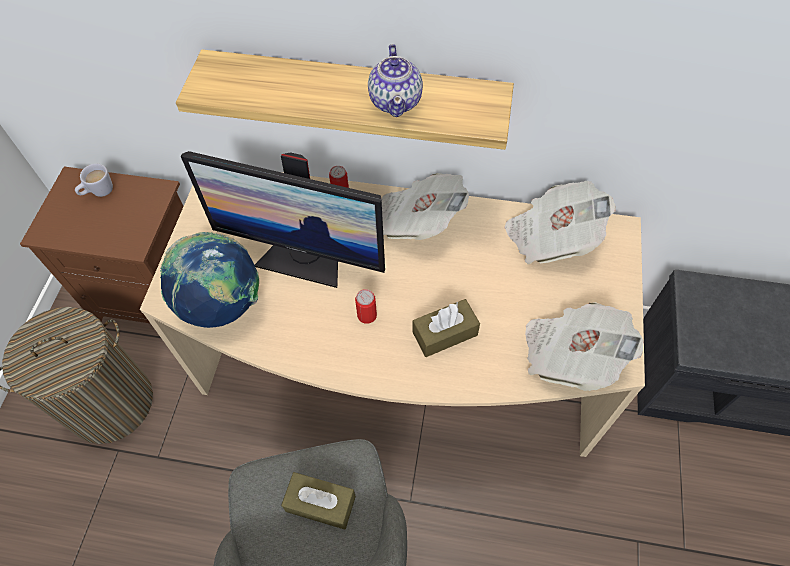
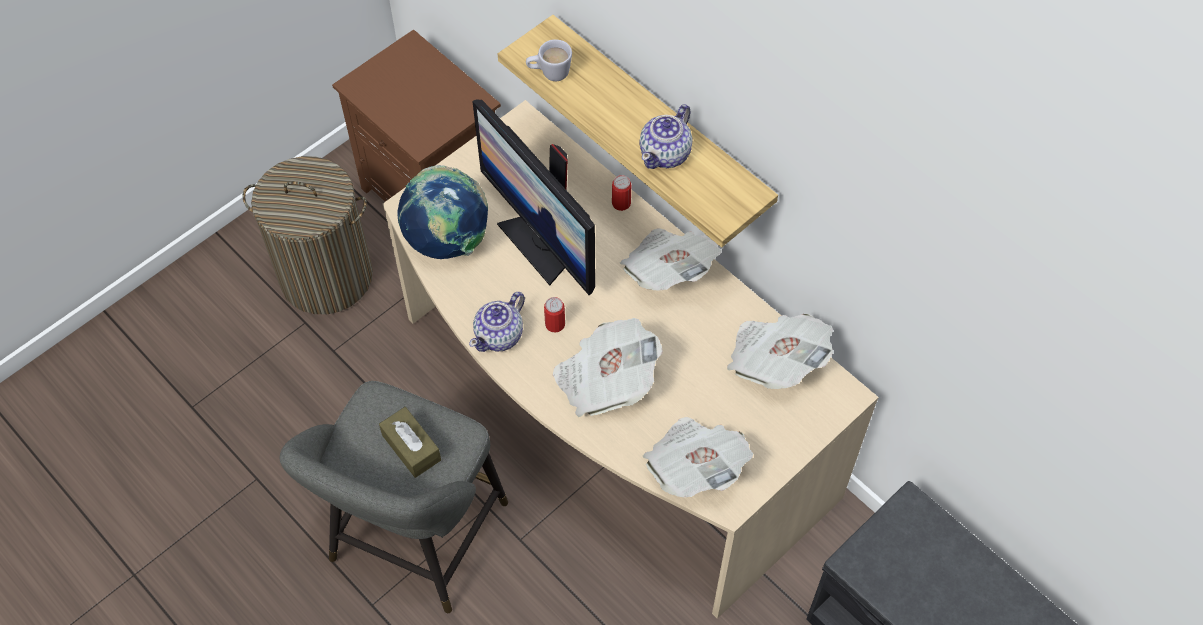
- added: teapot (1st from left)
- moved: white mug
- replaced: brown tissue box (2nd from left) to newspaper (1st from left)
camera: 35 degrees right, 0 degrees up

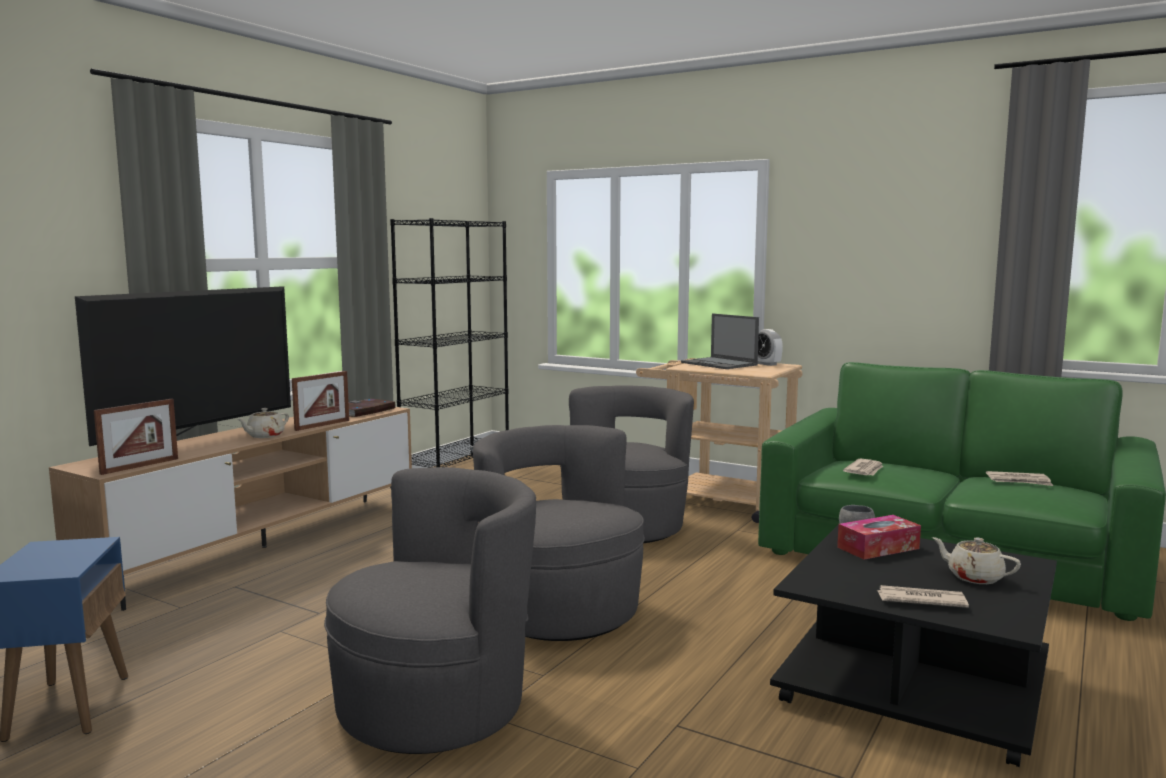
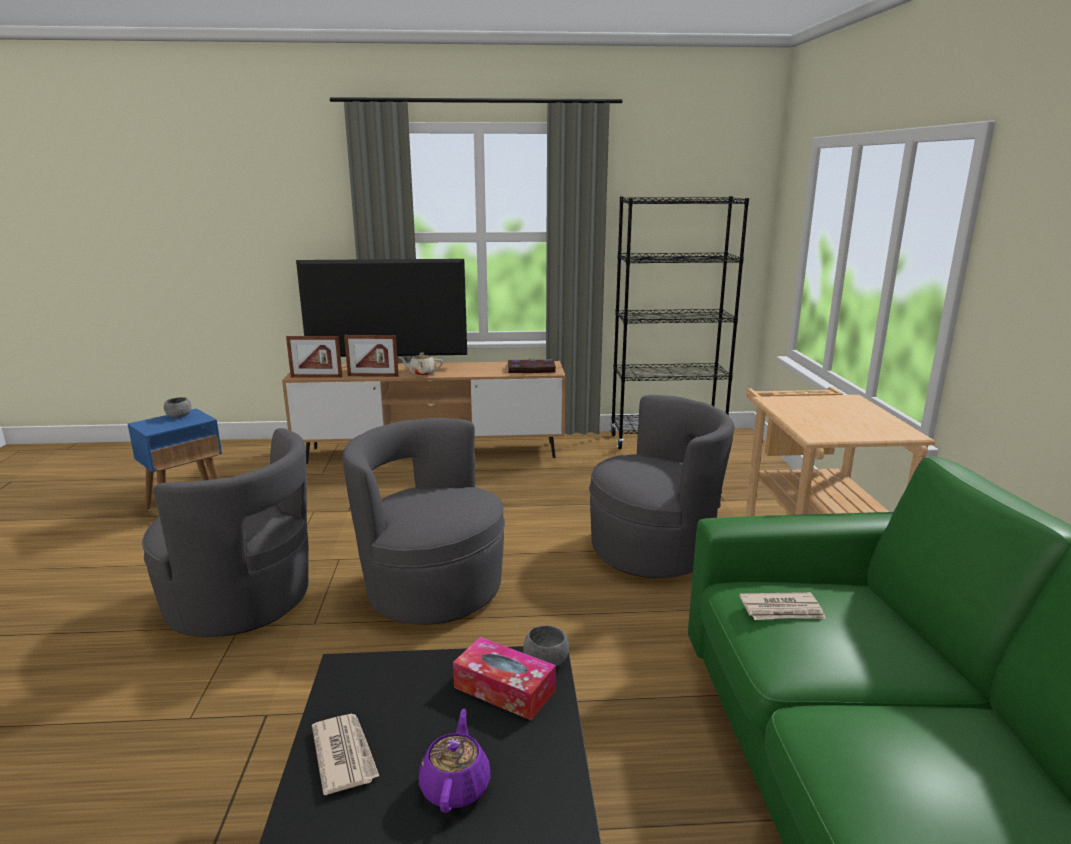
- added: grey bowl (1st from left)
- turned: grey armchair (2nd from left) 75 degrees counterclockwise
- moved: picture frame (2nd from left)
- recoloured: beige teapot (2nd from left) to purple teapot
- removed: laptop
- removed: alarm clock
- removed: newspaper (3rd from left)
camera: 55 degrees right, 10 degrees up

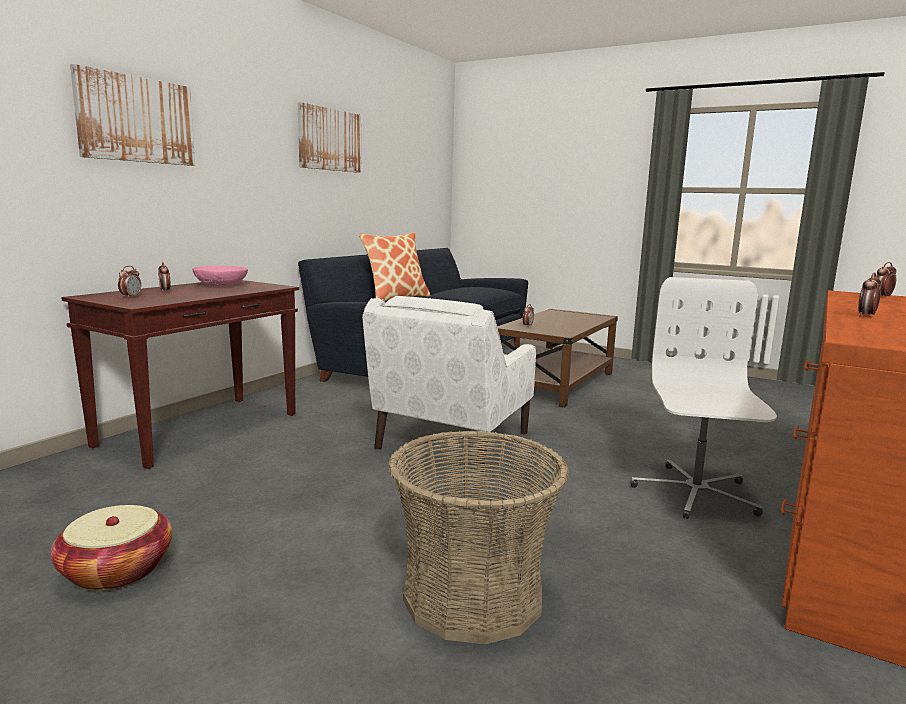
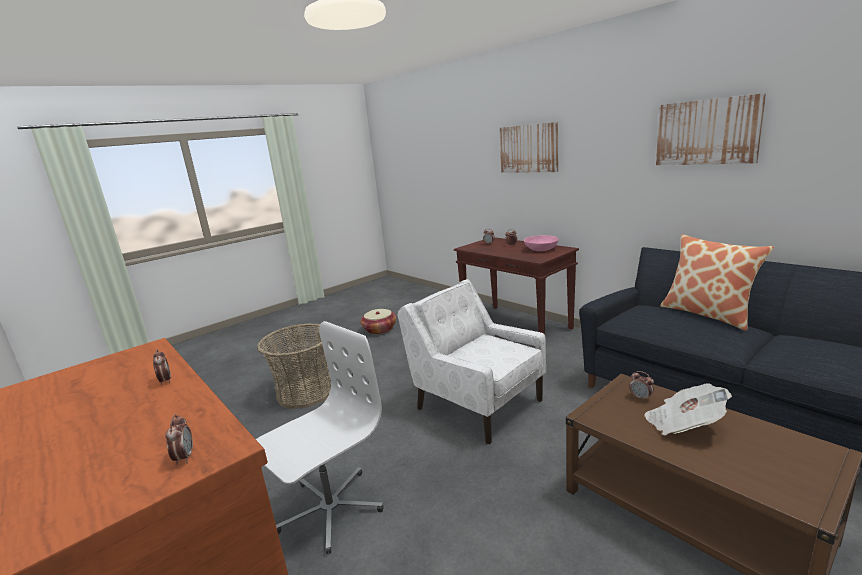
- turned: white office chair 75 degrees counterclockwise
- added: newspaper
camera: 110 degrees right, 5 degrees up

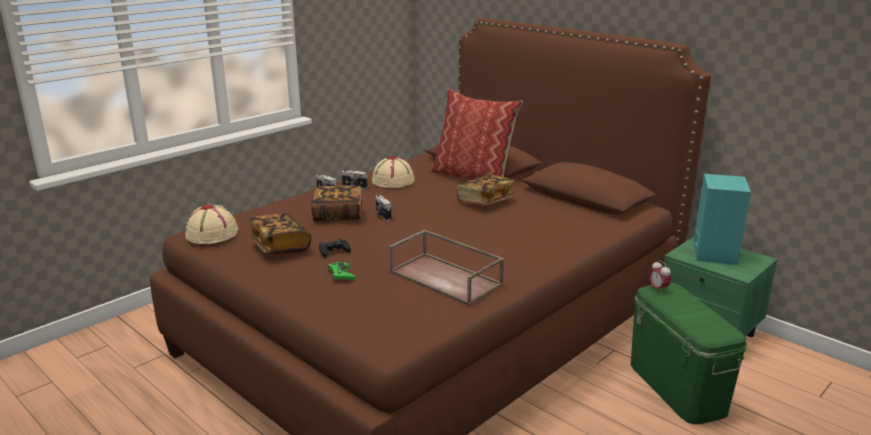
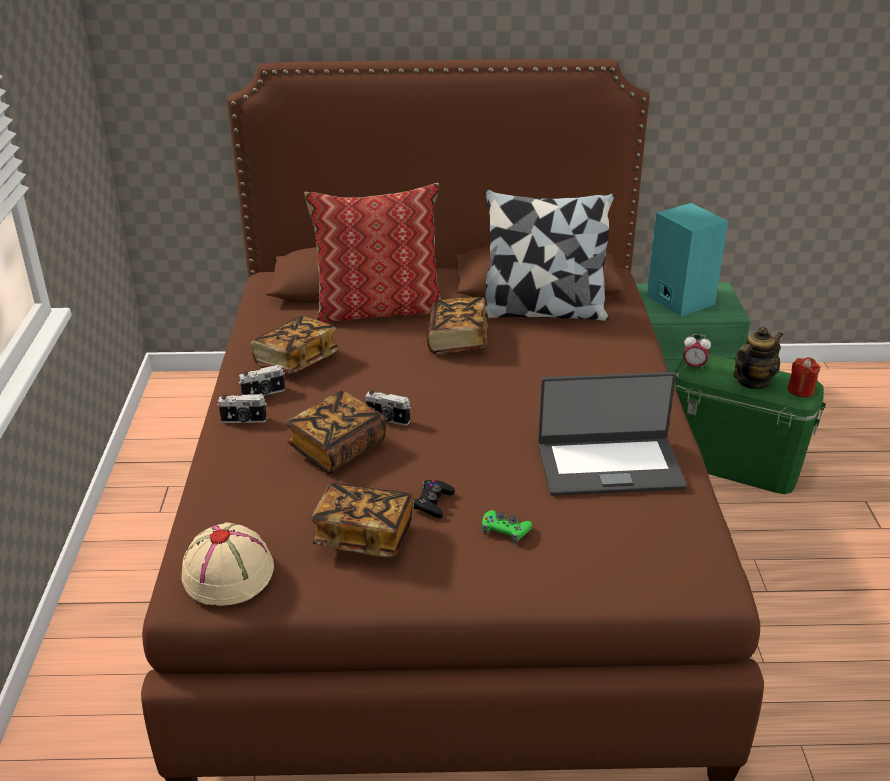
- replaced: beige hat (2nd from left) to book (1st from left)
- added: pillow (2nd from left)
- replaced: brown tray to laptop
- added: teapot
- added: red candle
camera: 45 degrees left, 10 degrees up

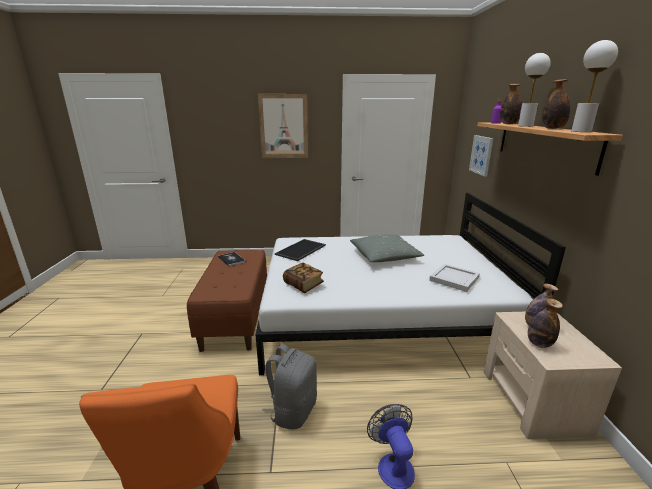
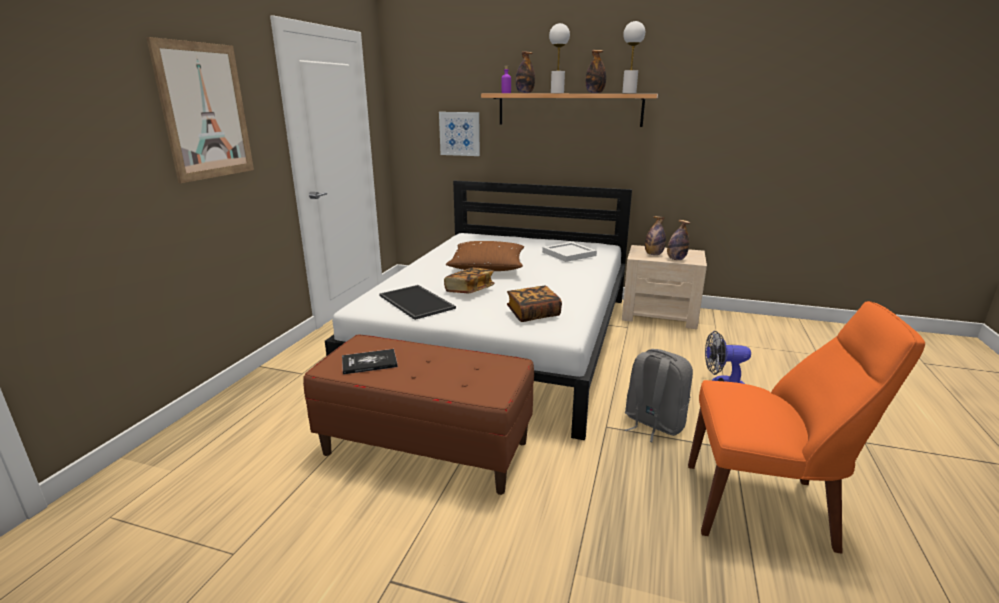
- added: book (2nd from left)
- recoloured: grey pillow to brown pillow
camera: 70 degrees left, 0 degrees up

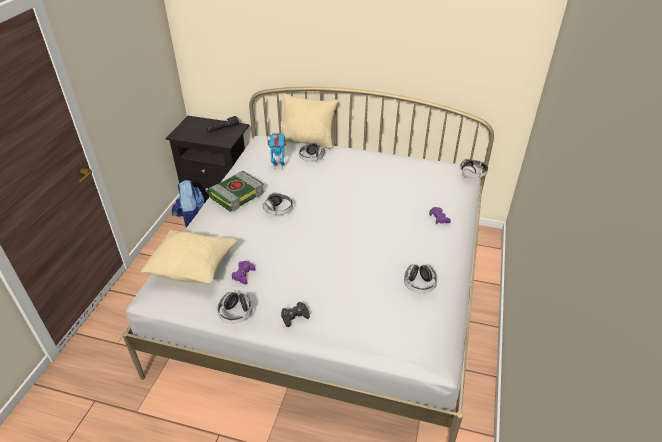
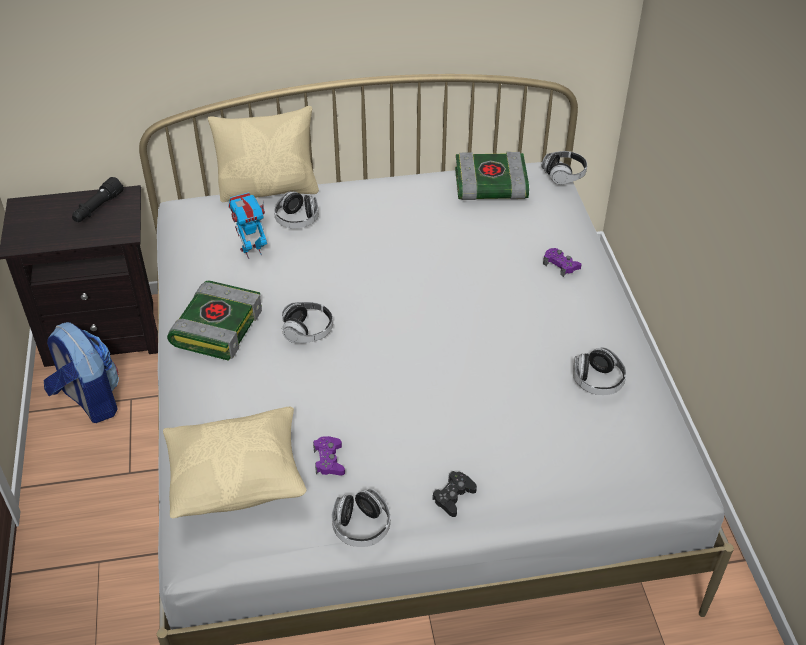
- added: book (2nd from left)
camera: 25 degrees left, 5 degrees up

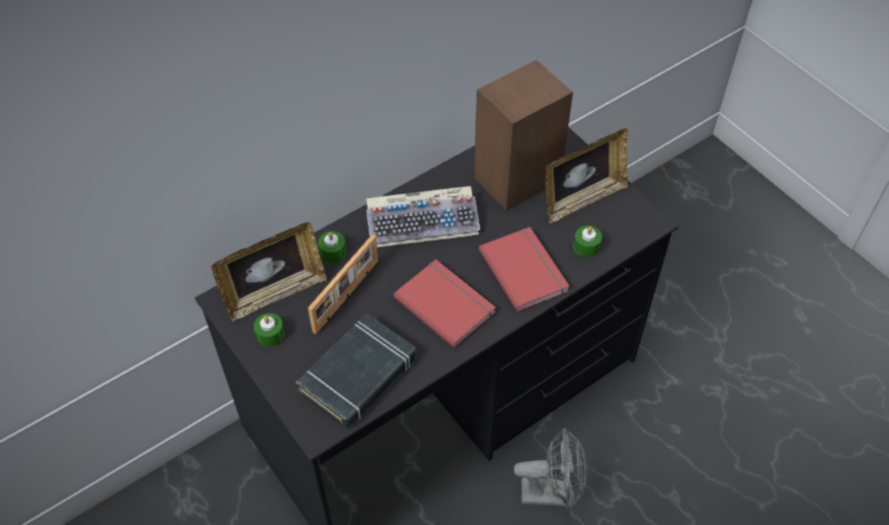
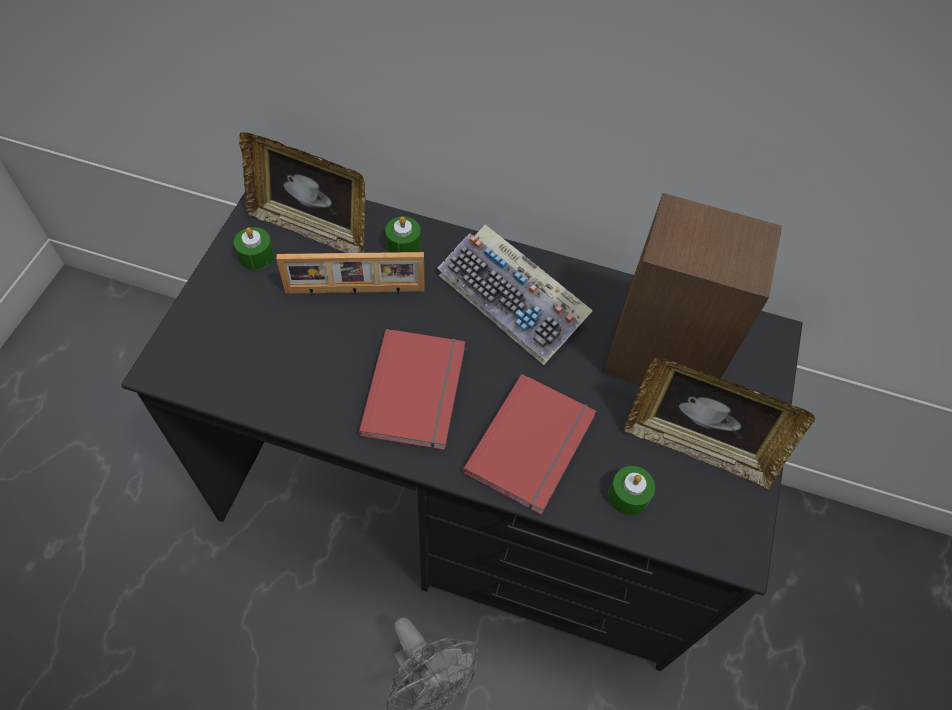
- removed: black book
camera: 50 degrees right, 5 degrees up

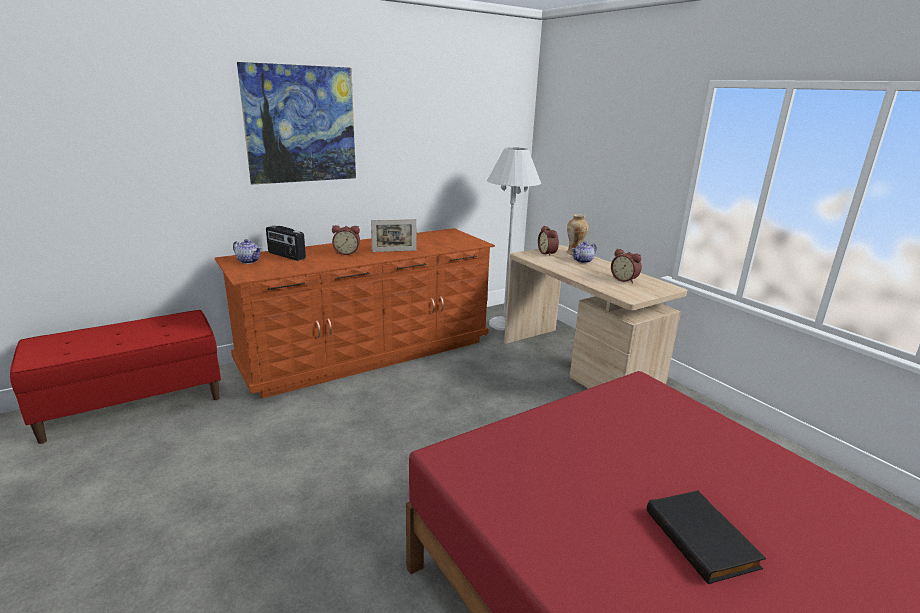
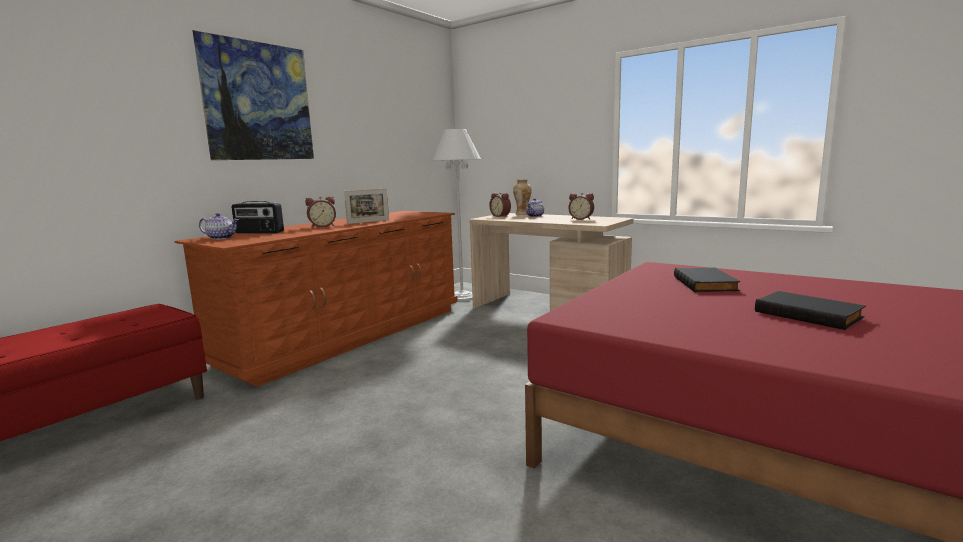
- added: black book (1st from left)
camera: 20 degrees left, 10 degrees down

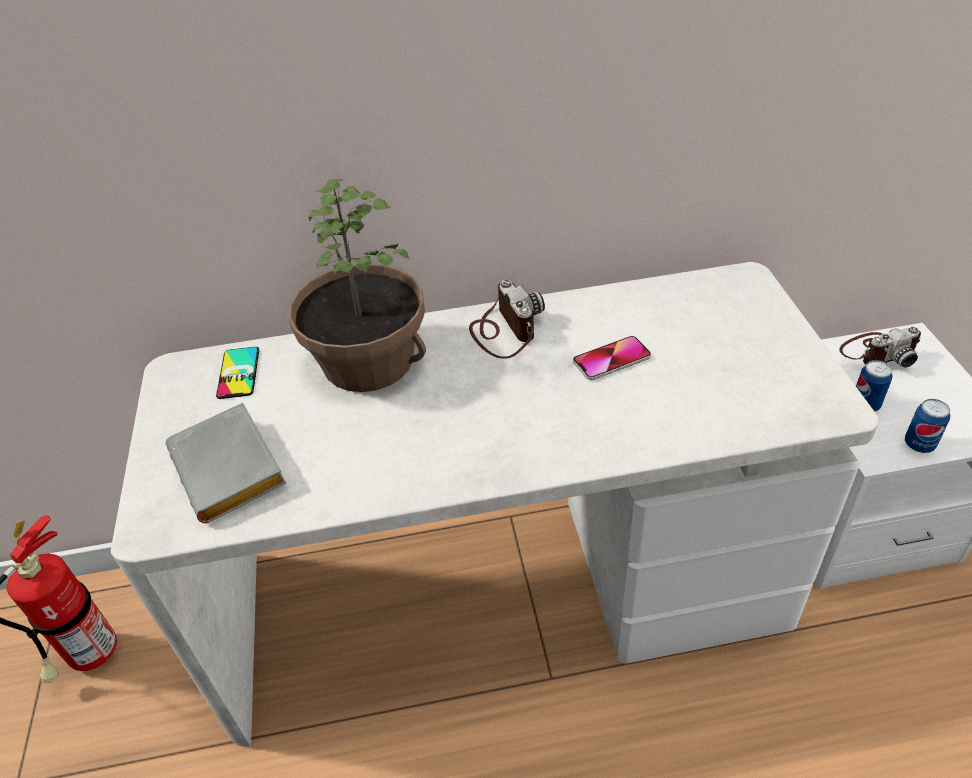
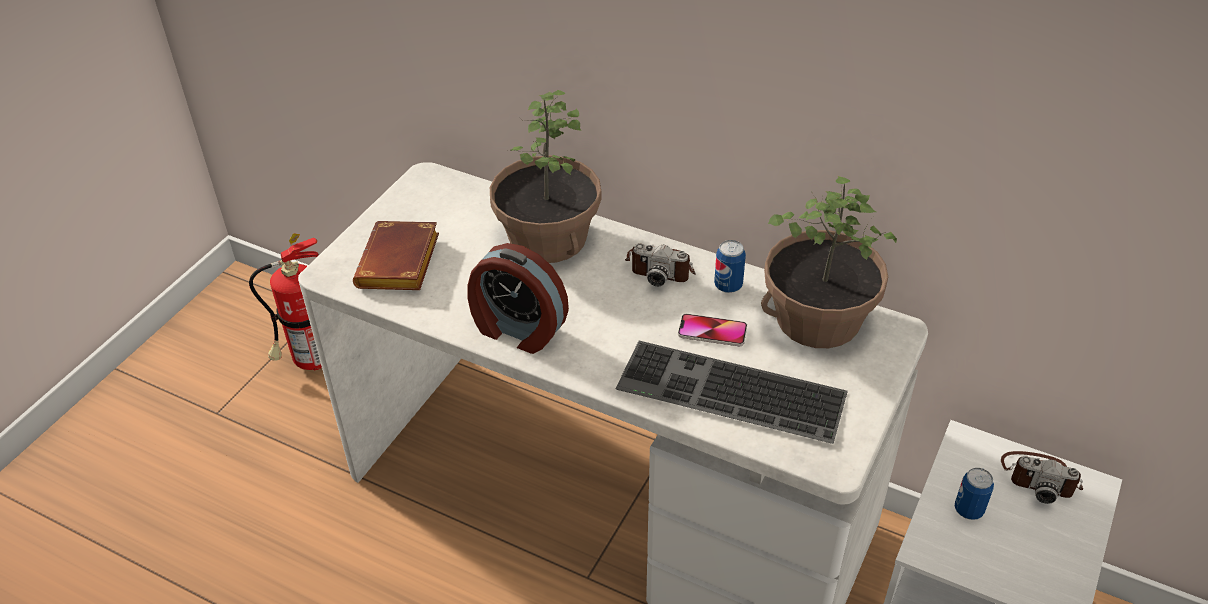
- recoloured: grey book to brown book
- added: alarm clock
- added: keyboard
- turned: photo camera (1st from left) 90 degrees clockwise
- moved: can (2nd from left in the first image) to can (1st from left)
- added: potted plant (2nd from left)
- removed: phone (1st from left)
camera: 35 degrees right, 0 degrees up

